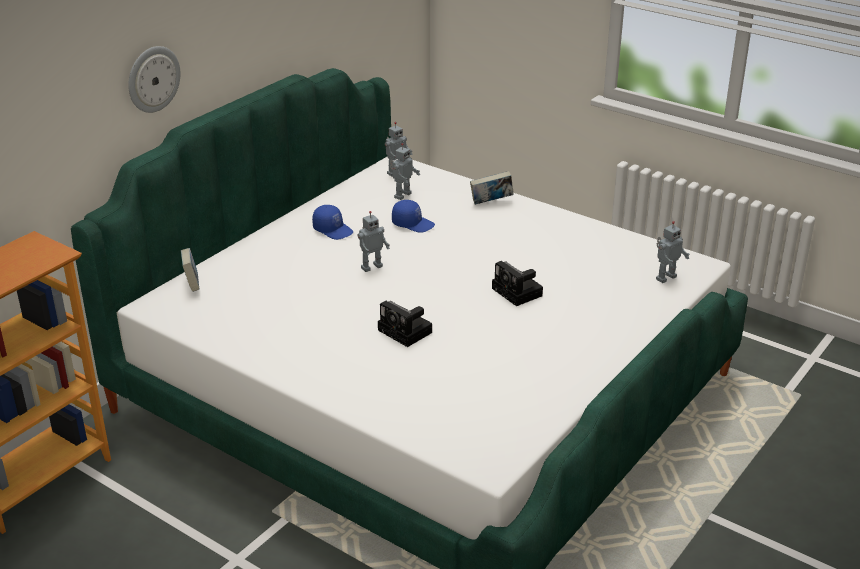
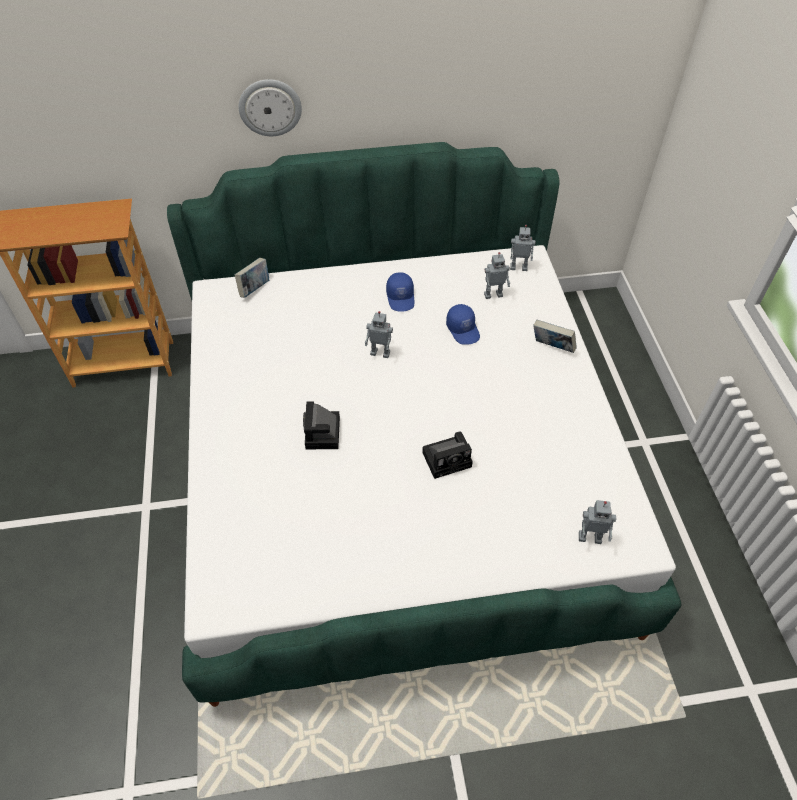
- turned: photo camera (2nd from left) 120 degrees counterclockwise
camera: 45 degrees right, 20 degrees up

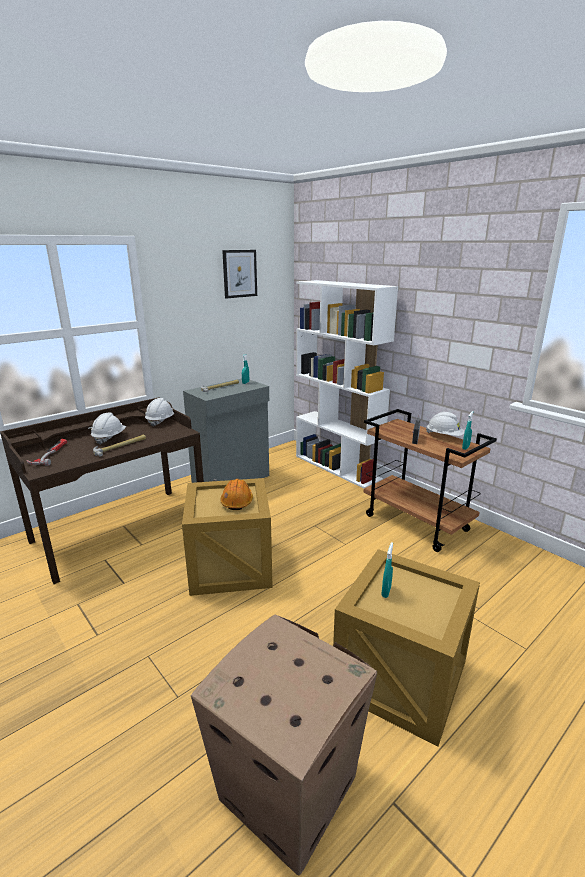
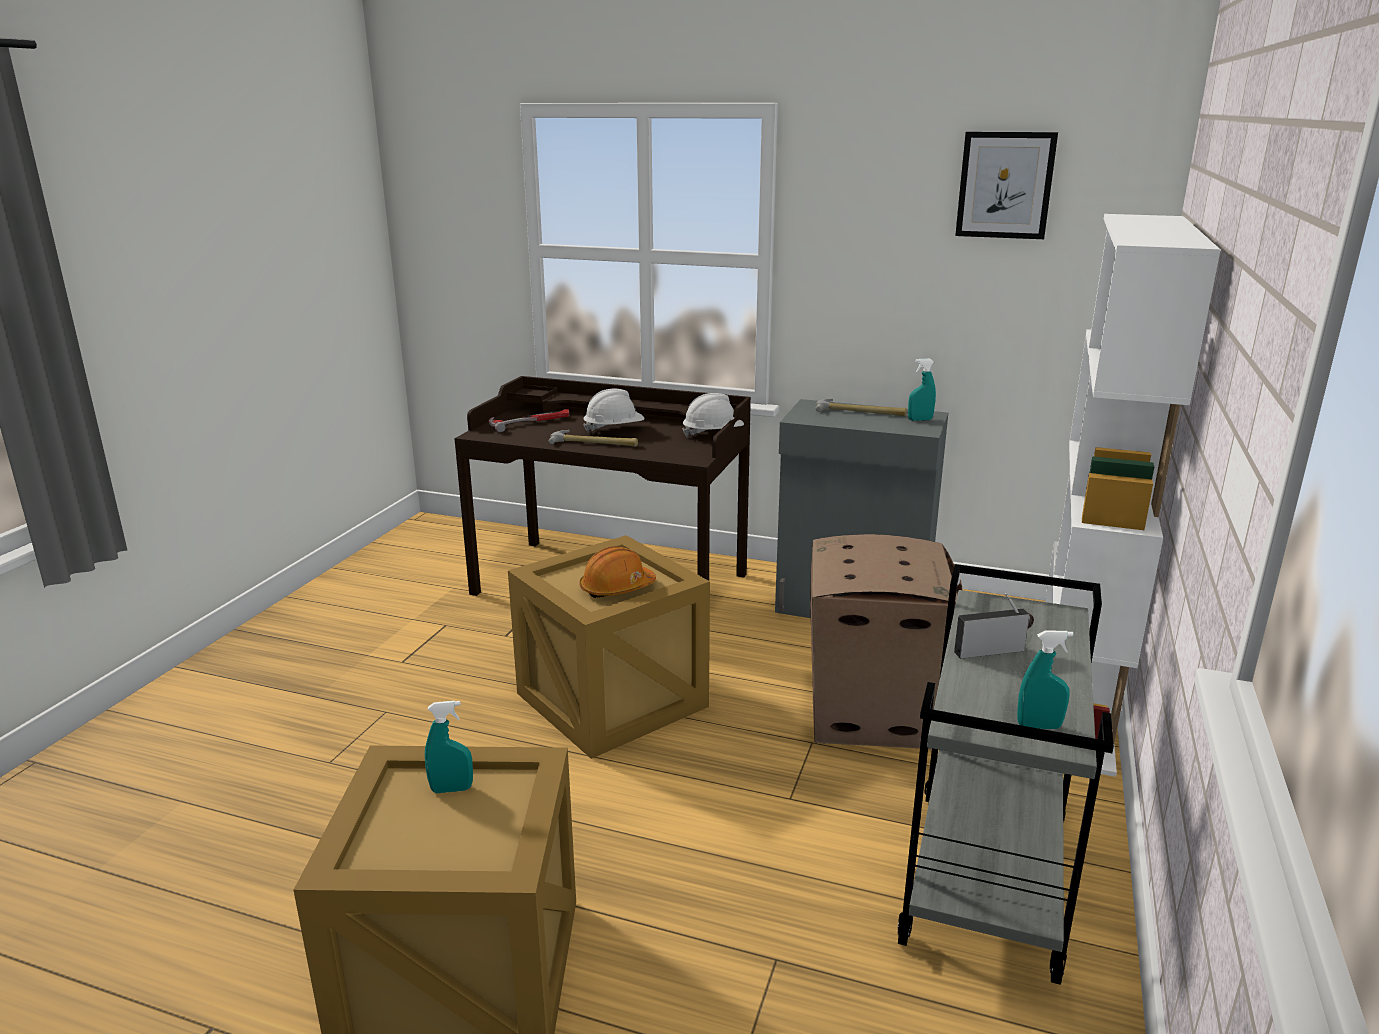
- moved: cardboard box
- recoloured: brown cart to grey cart
- removed: white hard hat (3rd from left)
camera: 60 degrees right, 0 degrees up

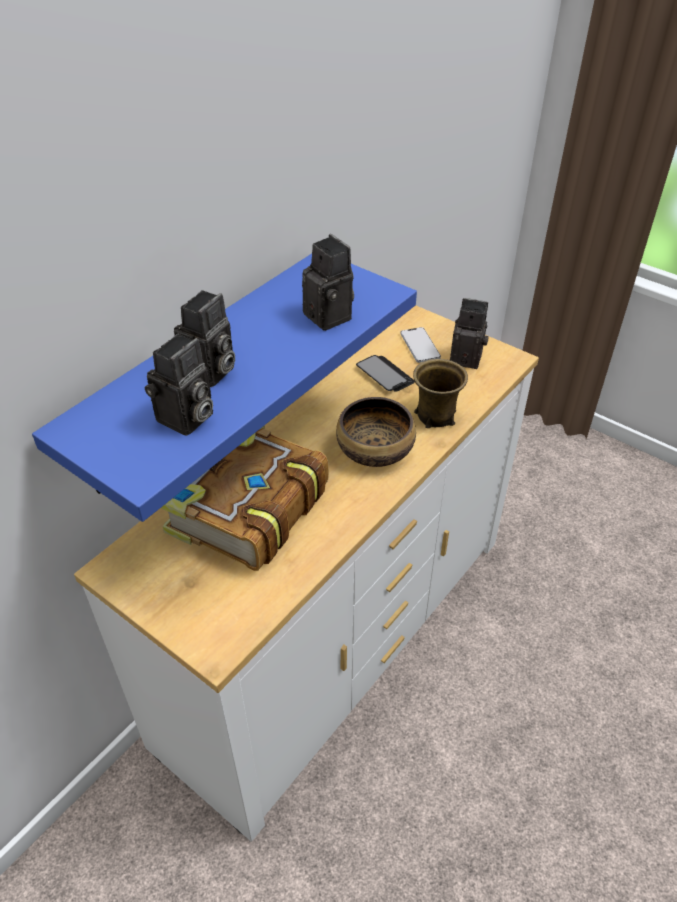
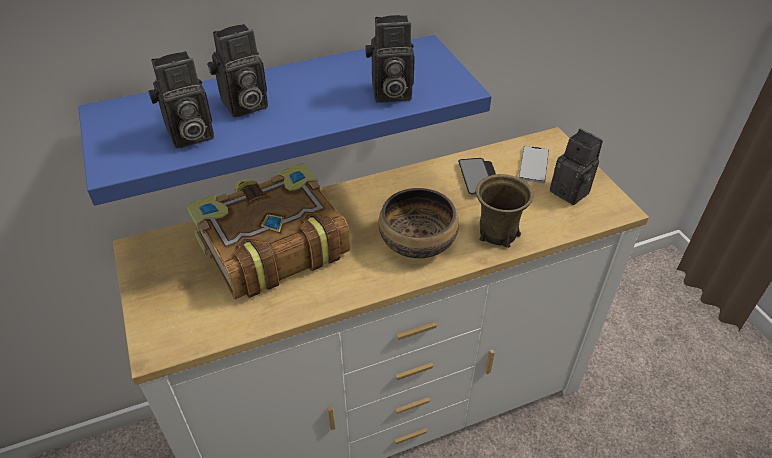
- turned: photo camera (3rd from left) 90 degrees clockwise
camera: 30 degrees right, 0 degrees up

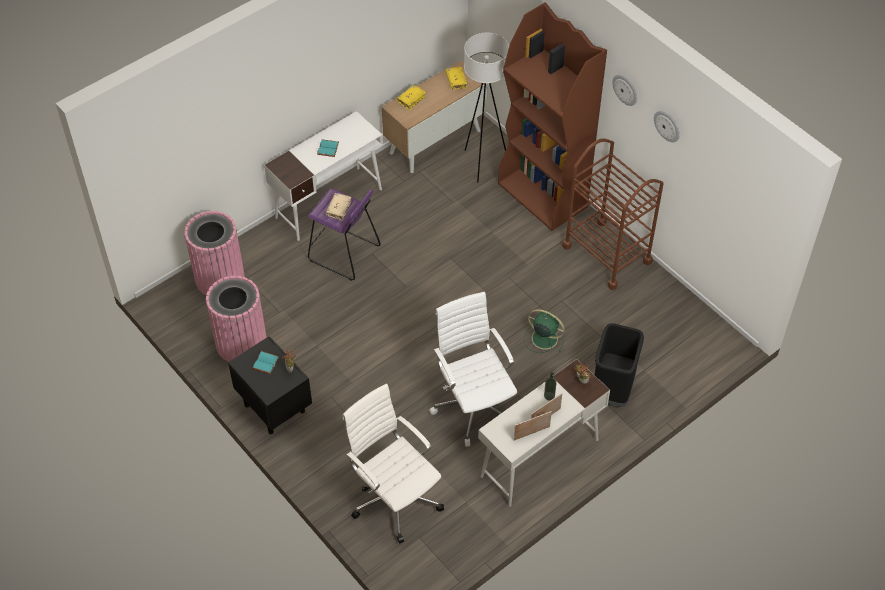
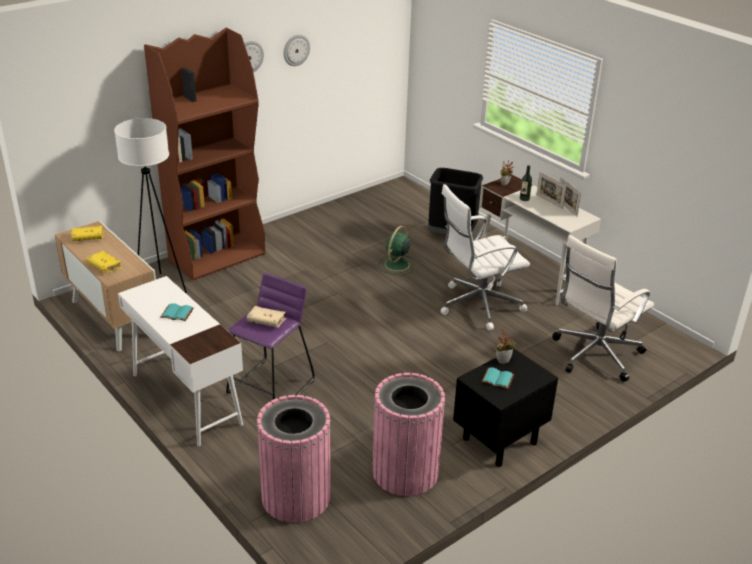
- removed: brown cart
camera: 90 degrees left, 20 degrees down

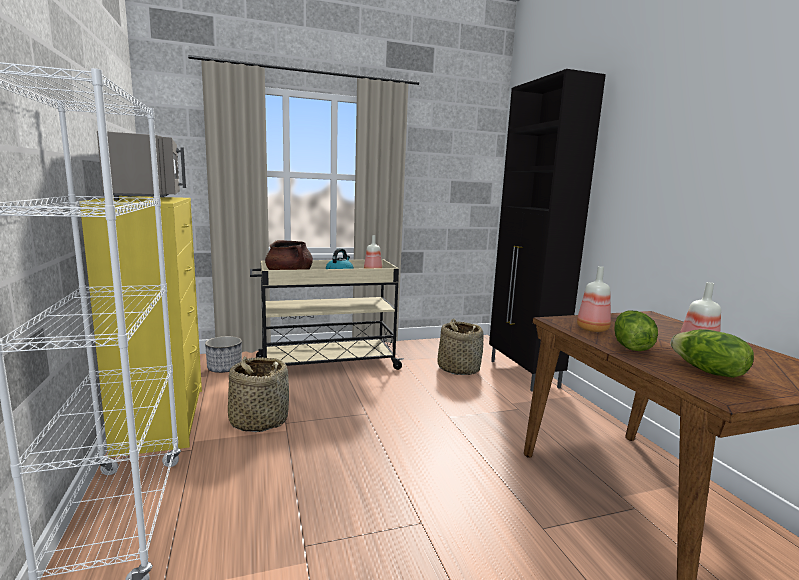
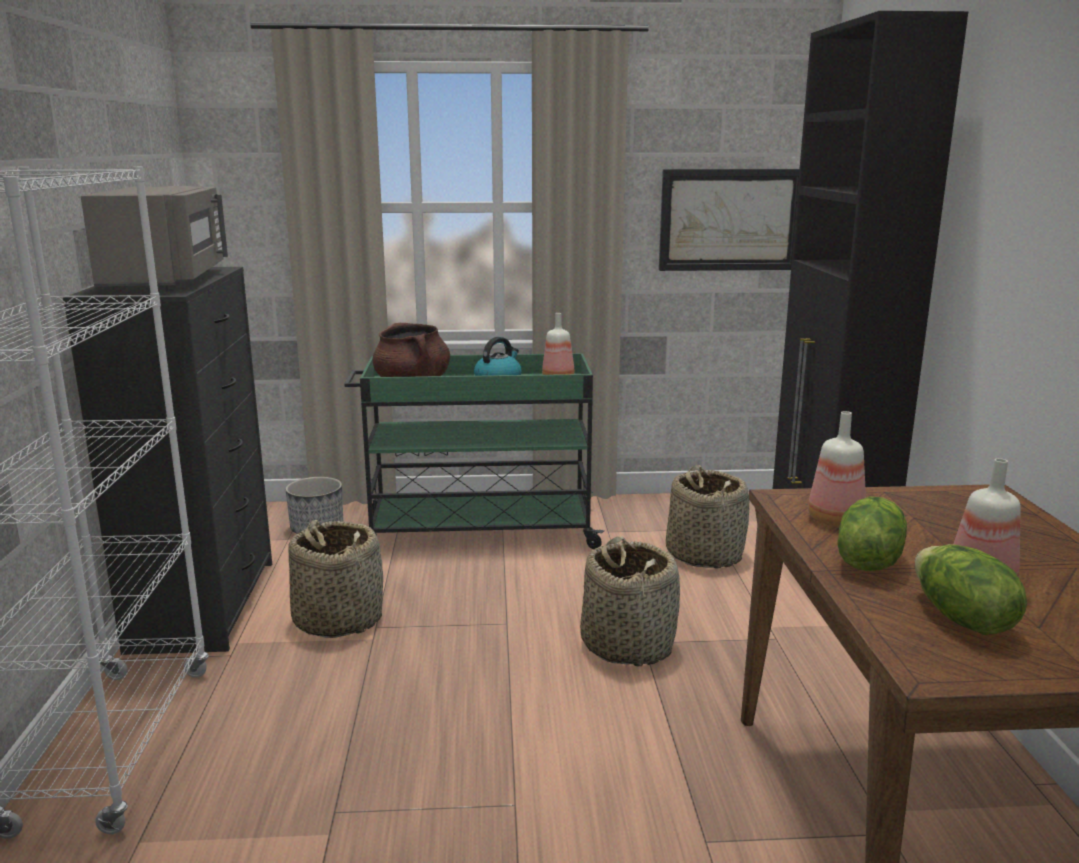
- recoloured: yellow dresser to black dresser
- recoloured: beige cart to green cart
- added: basket (2nd from left)
- added: picture
camera: 15 degrees right, 5 degrees up

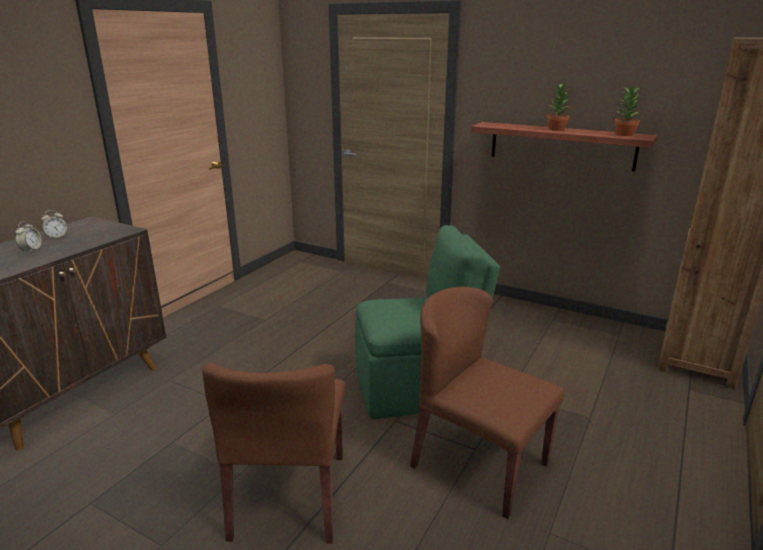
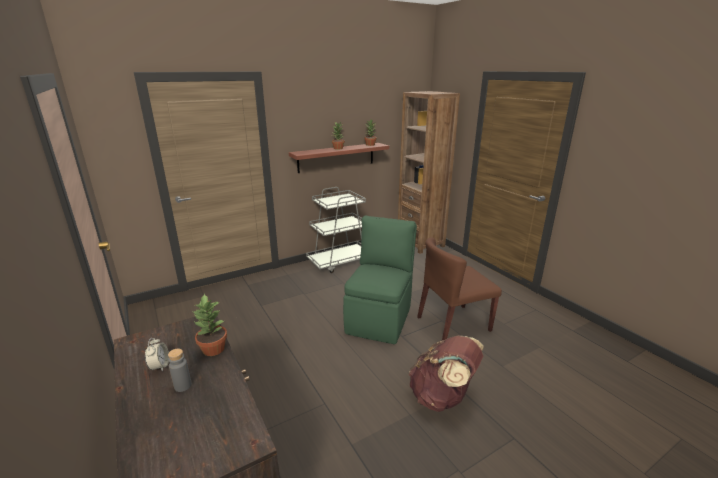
- replaced: alarm clock (1st from left) to grey bottle
- added: potted plant (1st from left)
- added: grey cart
- replaced: brown chair (1st from left) to brown backpack
camera: 60 degrees left, 0 degrees up

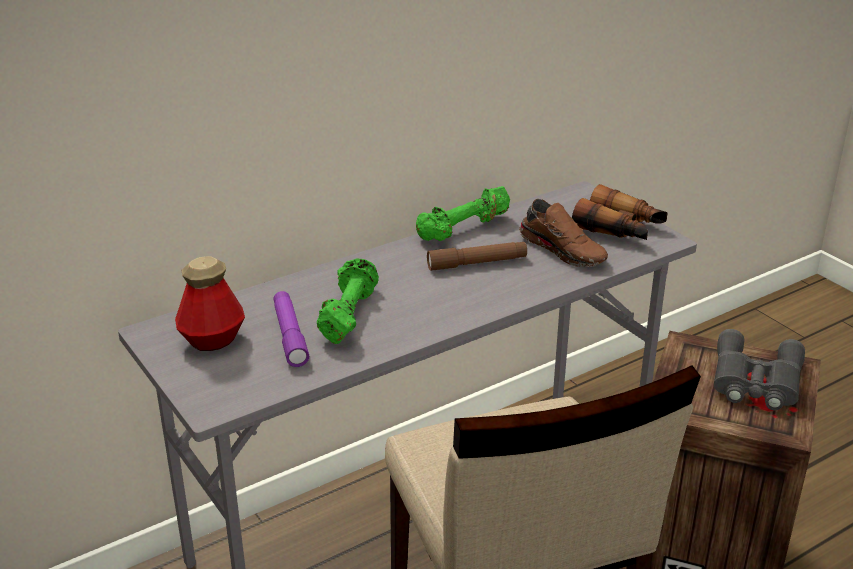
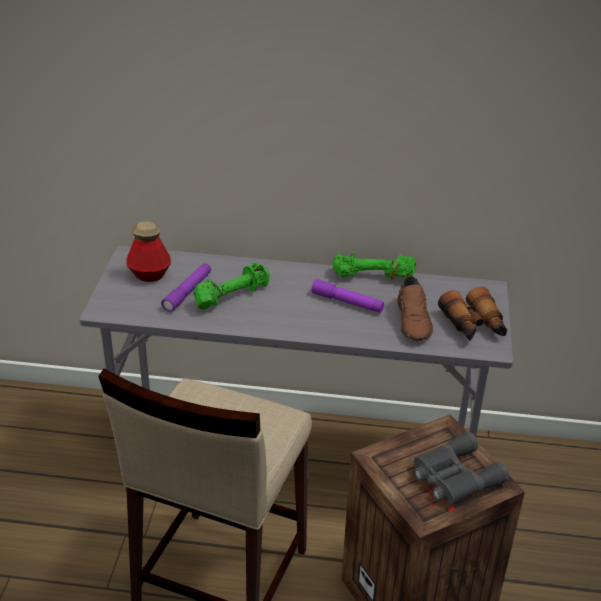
- recoloured: brown flashlight to purple flashlight (2nd from left)
camera: 40 degrees right, 5 degrees up

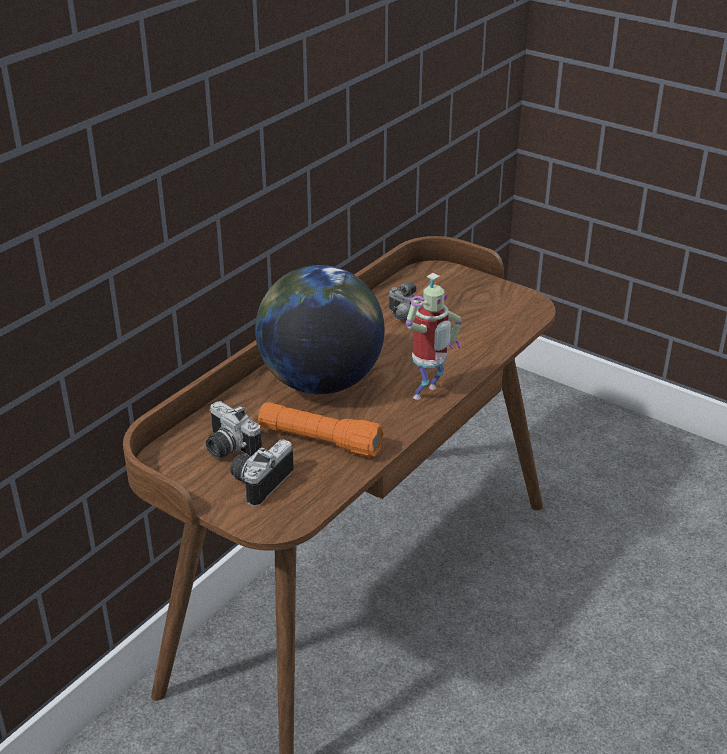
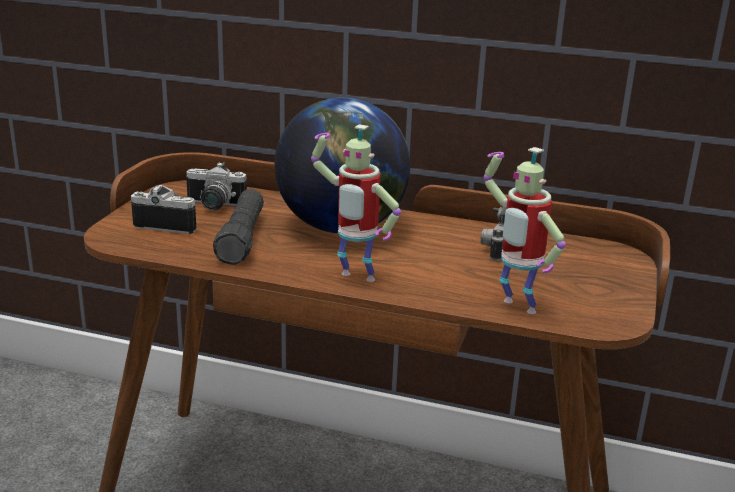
- turned: photo camera (1st from left in the first image) 105 degrees counterclockwise
- recoloured: orange flashlight to black flashlight
- added: toy robot (2nd from left)
camera: 70 degrees right, 10 degrees down

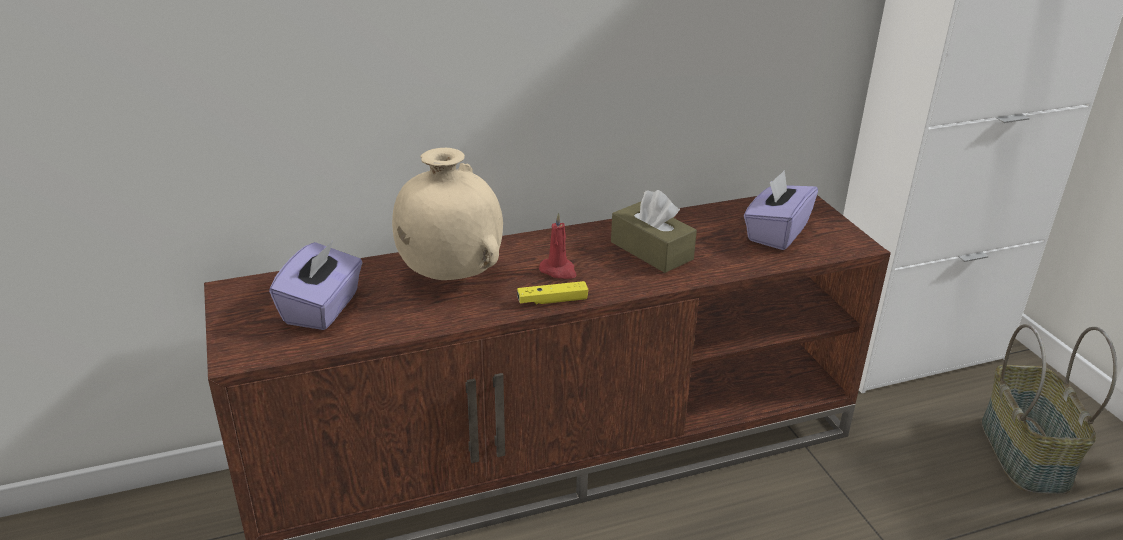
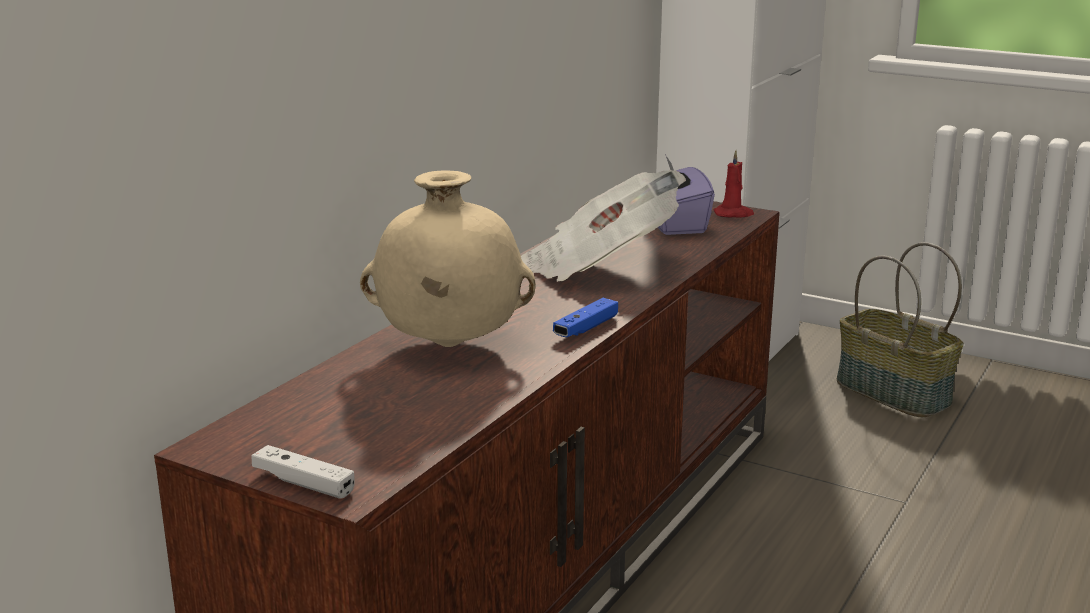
- added: white game controller
- replaced: brown tissue box to newspaper
- recoloured: yellow game controller to blue game controller
- moved: red candle
- removed: purple tissue box (1st from left)
camera: 40 degrees left, 10 degrees down

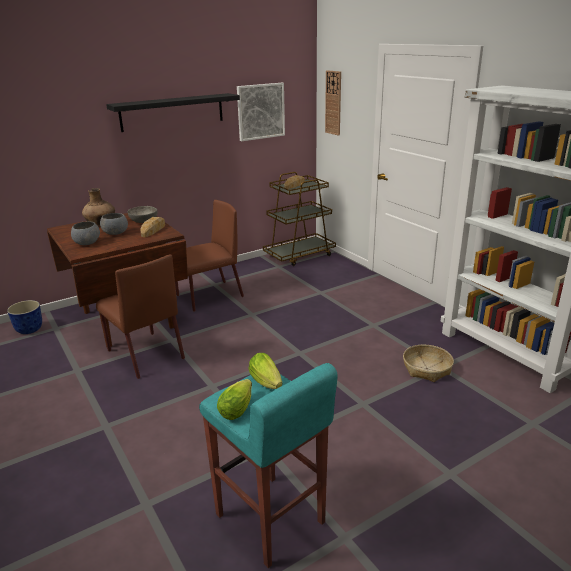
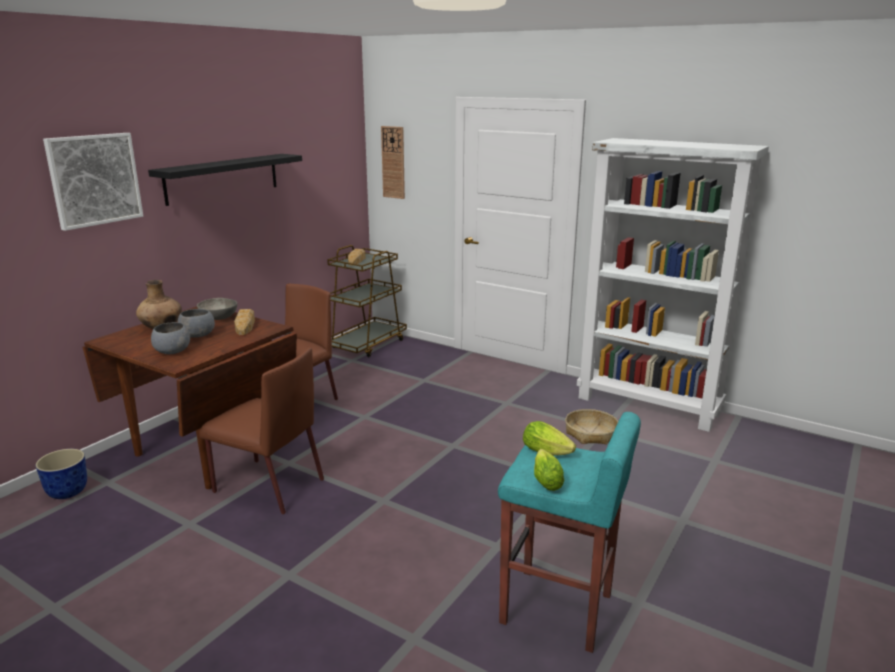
- moved: picture
camera: 25 degrees left, 5 degrees down

